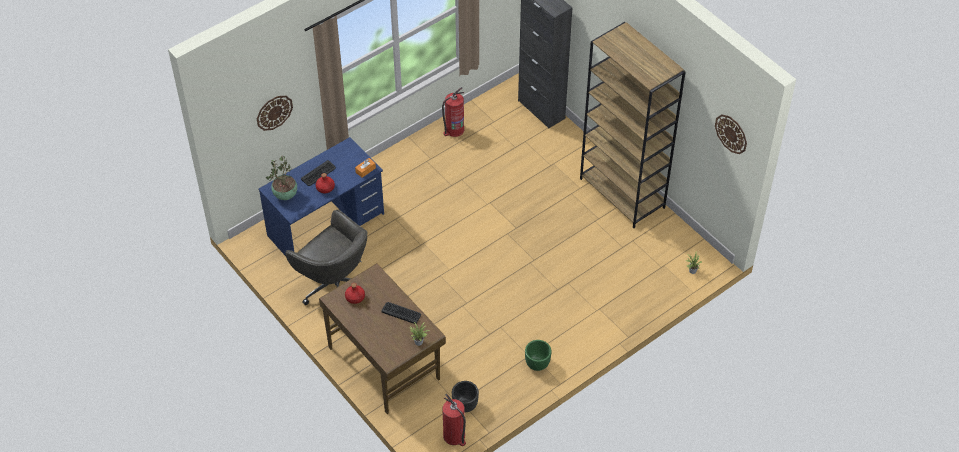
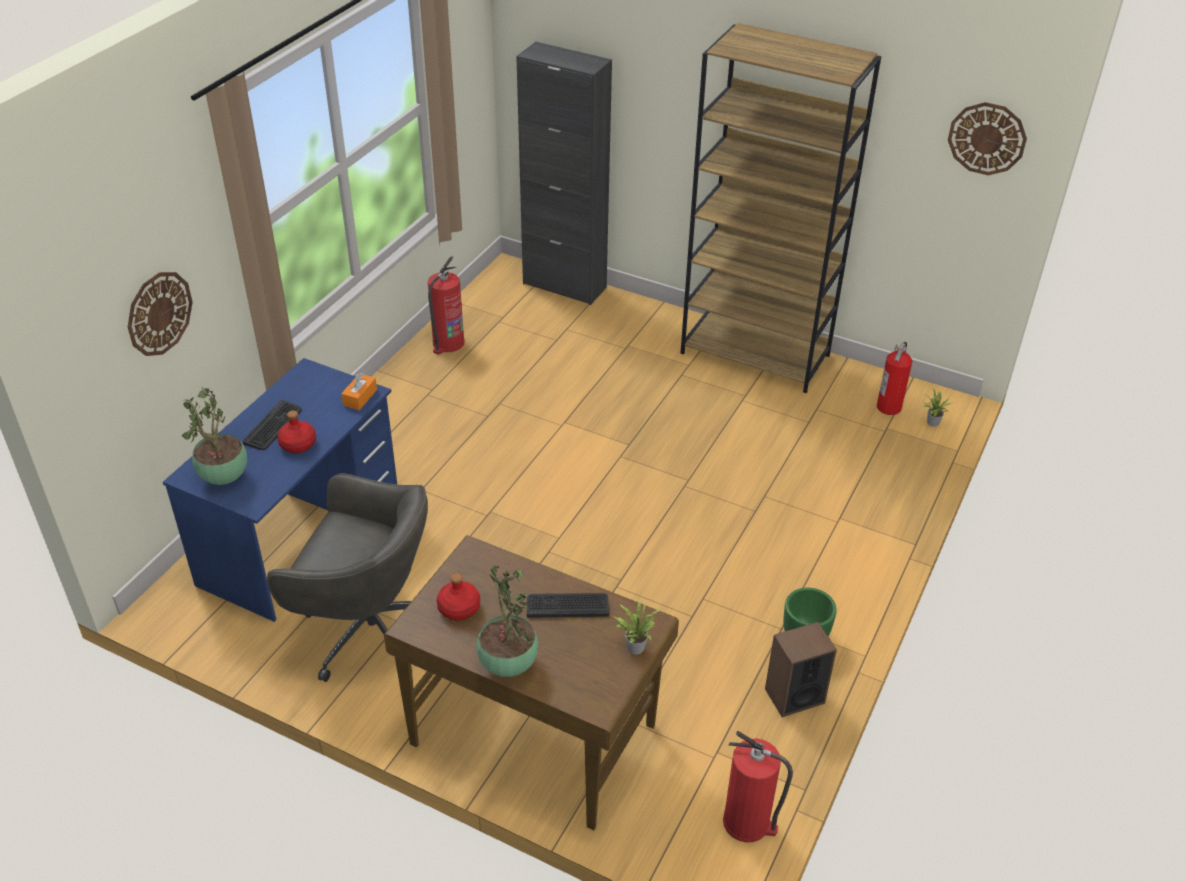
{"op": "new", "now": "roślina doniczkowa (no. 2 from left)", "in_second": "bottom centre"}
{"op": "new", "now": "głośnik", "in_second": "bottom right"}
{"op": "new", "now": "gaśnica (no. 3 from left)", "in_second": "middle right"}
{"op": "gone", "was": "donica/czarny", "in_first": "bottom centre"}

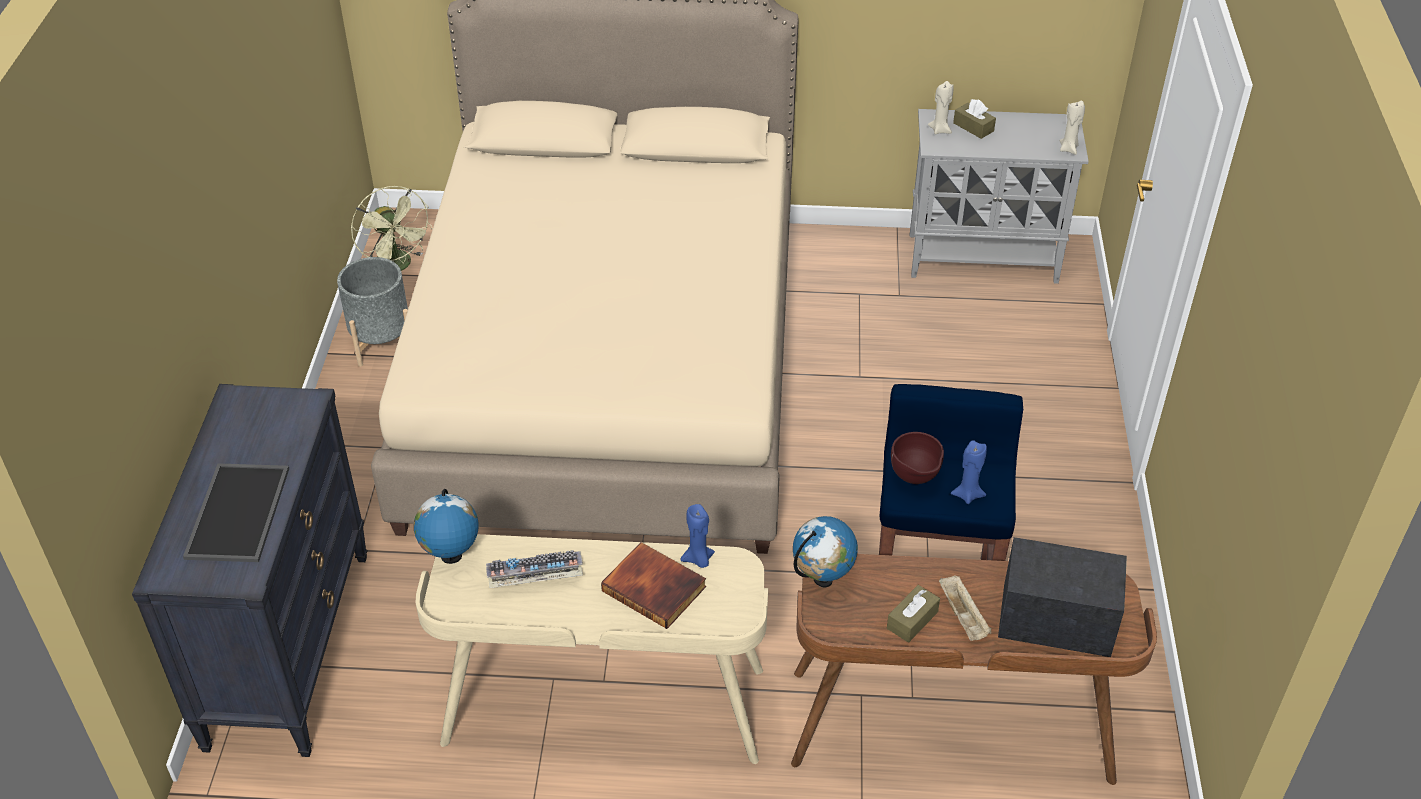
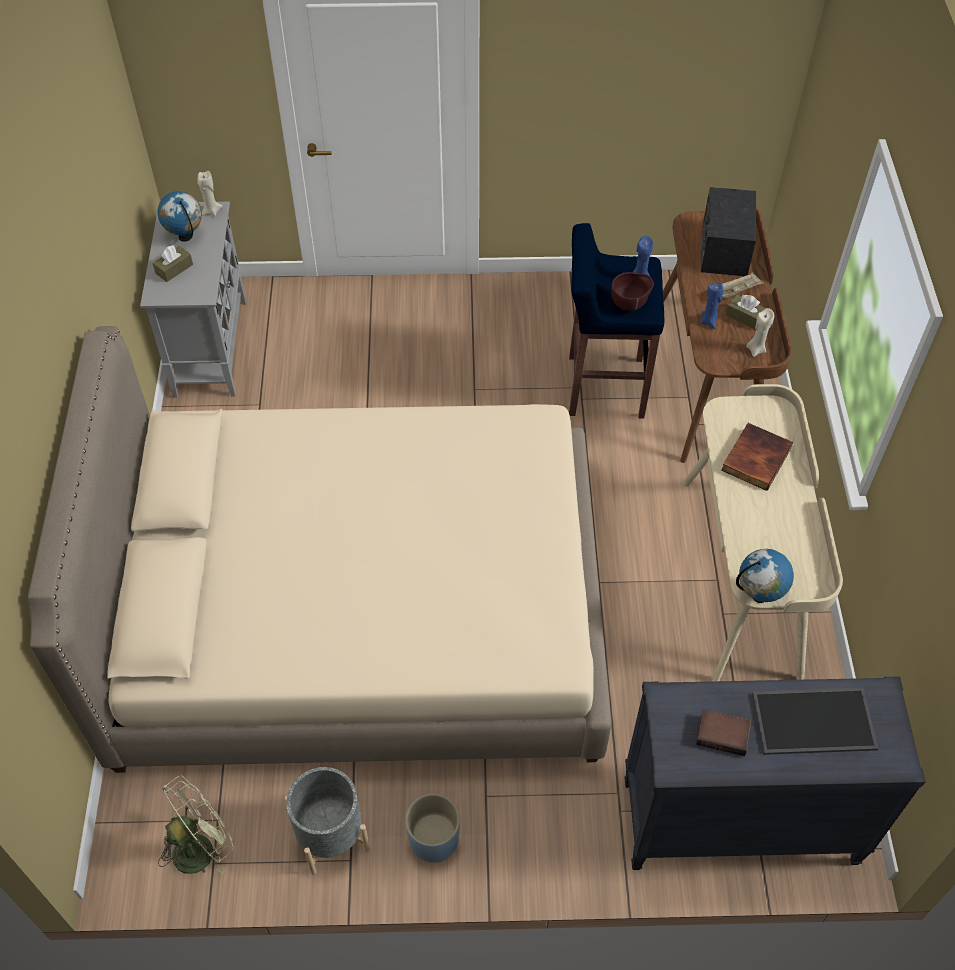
{"op": "shifted", "was": "globus (no. 2 from left in the first image)", "now": "globus (no. 1 from left)", "in_first": "bottom centre", "in_second": "top left"}
{"op": "new", "now": "donica/niebieski", "in_second": "bottom centre"}
{"op": "new", "now": "książka (no. 1 from left)", "in_second": "bottom right"}
{"op": "shifted", "was": "świeca/niebieski (no. 1 from left in the first image)", "now": "świeca/niebieski (no. 2 from left)", "in_first": "bottom centre", "in_second": "top right"}
{"op": "shifted", "was": "świeca/beżowy (no. 1 from left in the first image)", "now": "świeca/beżowy (no. 2 from left)", "in_first": "top centre", "in_second": "middle right"}
{"op": "gone", "was": "klawiatura", "in_first": "bottom centre"}

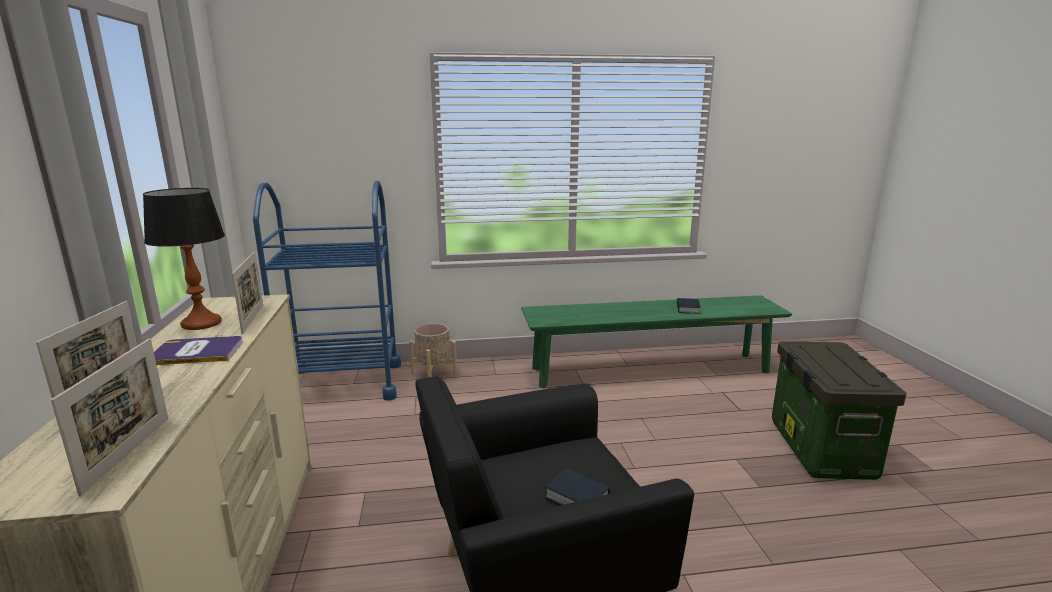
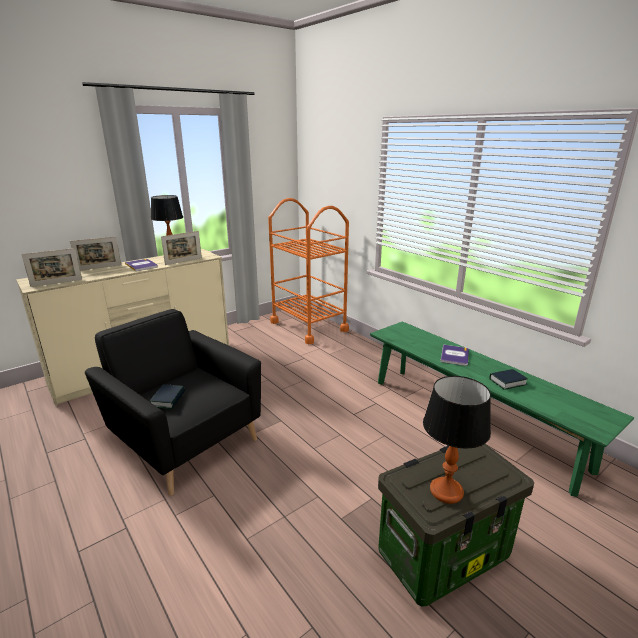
{"op": "repainted", "was": "wózek/niebieski", "now": "wózek/pomarańczowy", "in_first": "middle left", "in_second": "centre"}
{"op": "new", "now": "lampa stołowa (no. 2 from left)", "in_second": "bottom right"}
{"op": "new", "now": "książka (no. 3 from left)", "in_second": "middle right"}
{"op": "gone", "was": "donica/beżowy", "in_first": "centre"}

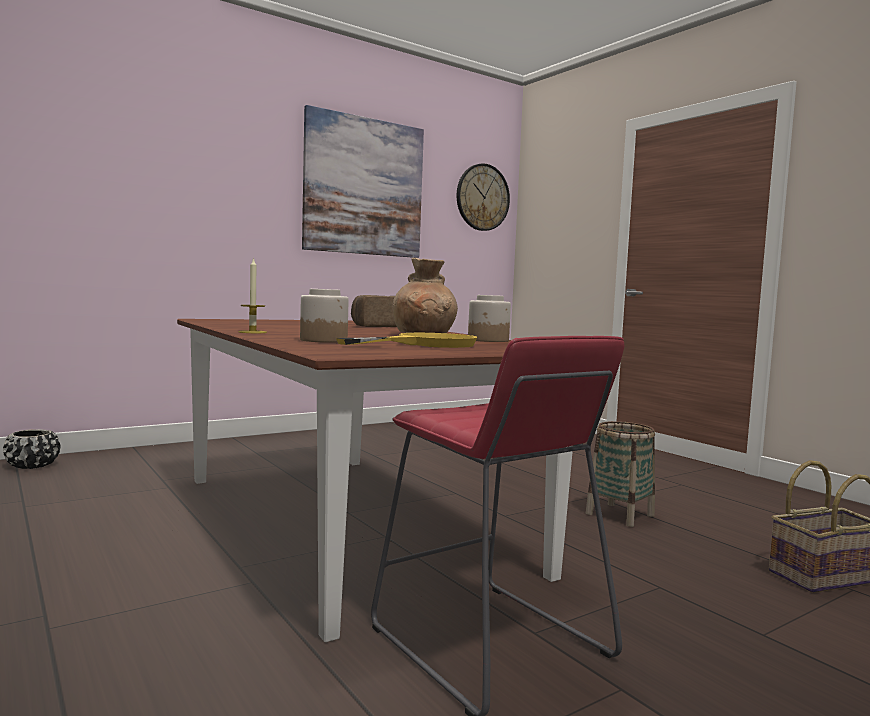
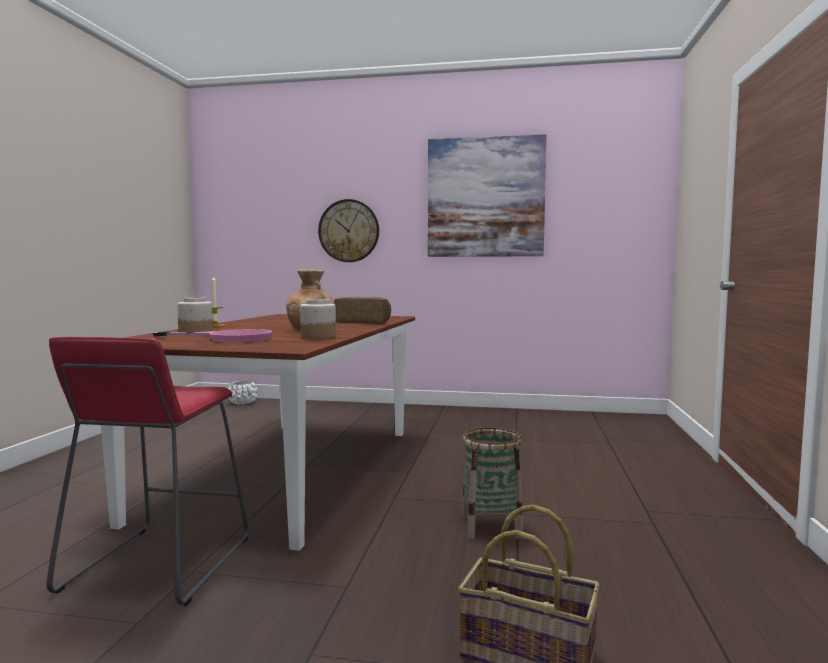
{"op": "repainted", "was": "patelnia/żółty", "now": "patelnia/różowy", "in_first": "centre", "in_second": "middle left"}
{"op": "repainted", "was": "donica/czarny", "now": "donica/biały", "in_first": "middle left", "in_second": "middle left"}
{"op": "shifted", "was": "zegar ścienny", "in_first": "top centre", "in_second": "centre"}

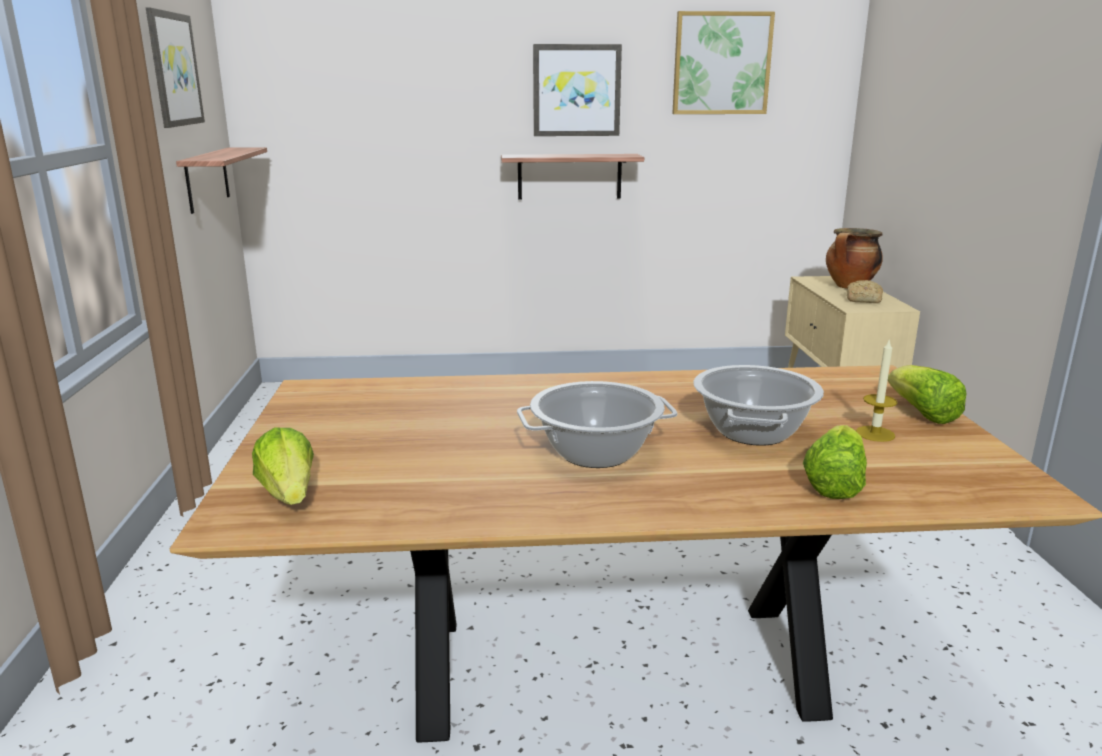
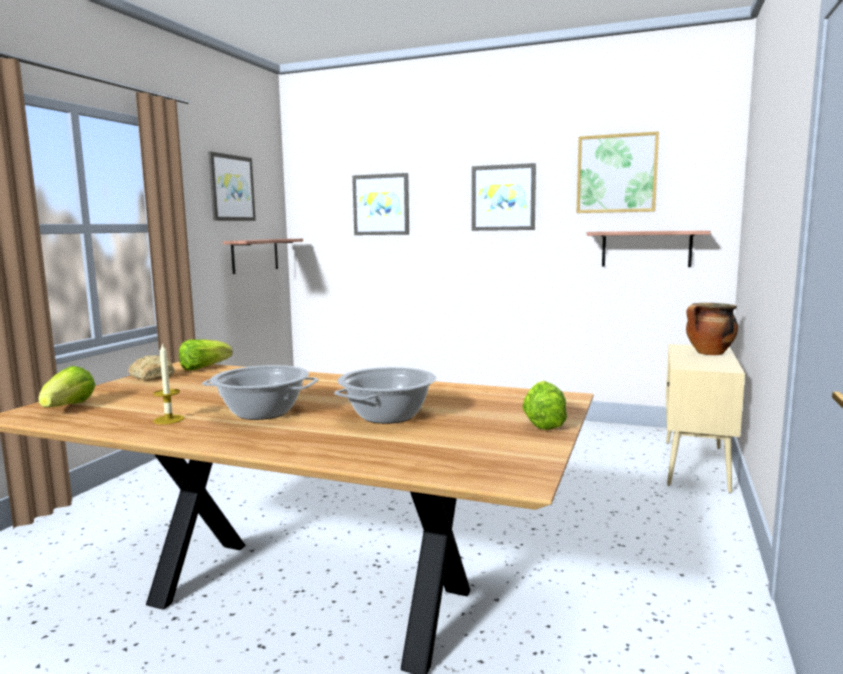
{"op": "shifted", "was": "chleb", "in_first": "middle right", "in_second": "middle left"}
{"op": "shifted", "was": "świeca", "in_first": "middle right", "in_second": "middle left"}
{"op": "shifted", "was": "sałata (no. 2 from left)", "in_first": "middle right", "in_second": "middle left"}
{"op": "new", "now": "obraz (no. 2 from left)", "in_second": "top centre"}
{"op": "shifted", "was": "półka (no. 2 from left)", "in_first": "top centre", "in_second": "middle right"}

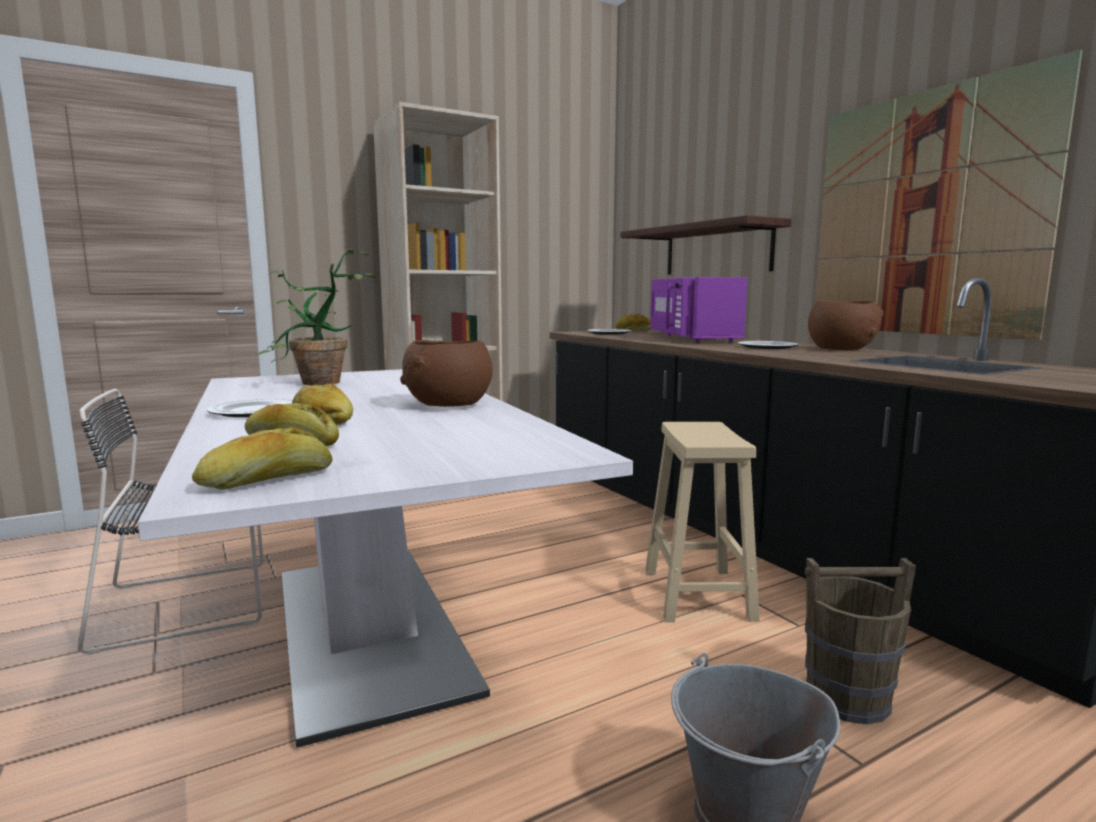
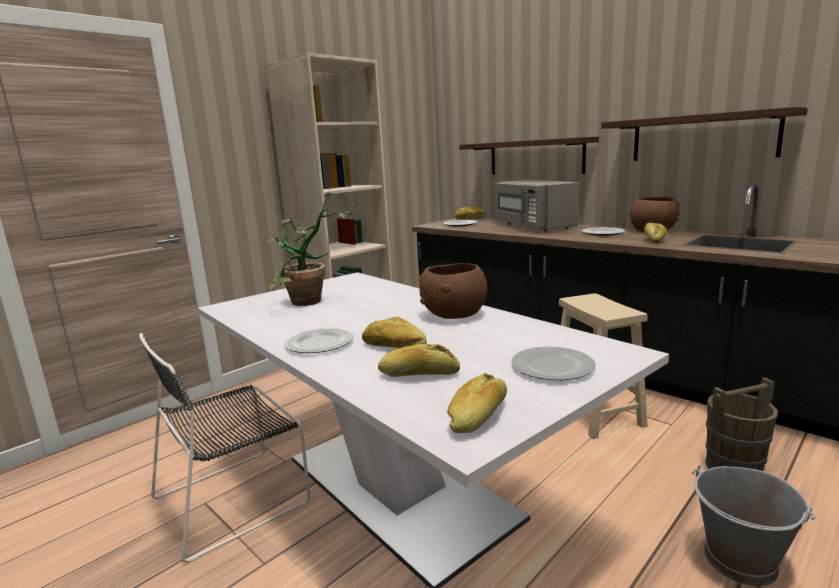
{"op": "repainted", "was": "mikrofalówka/fioletowy", "now": "mikrofalówka/szary", "in_first": "centre", "in_second": "centre"}
{"op": "new", "now": "talerz (no. 3 from left)", "in_second": "centre"}
{"op": "swapped", "was": "obraz", "now": "półka (no. 2 from left)", "in_first": "top right", "in_second": "top right"}
{"op": "new", "now": "chleb (no. 5 from left)", "in_second": "middle right"}

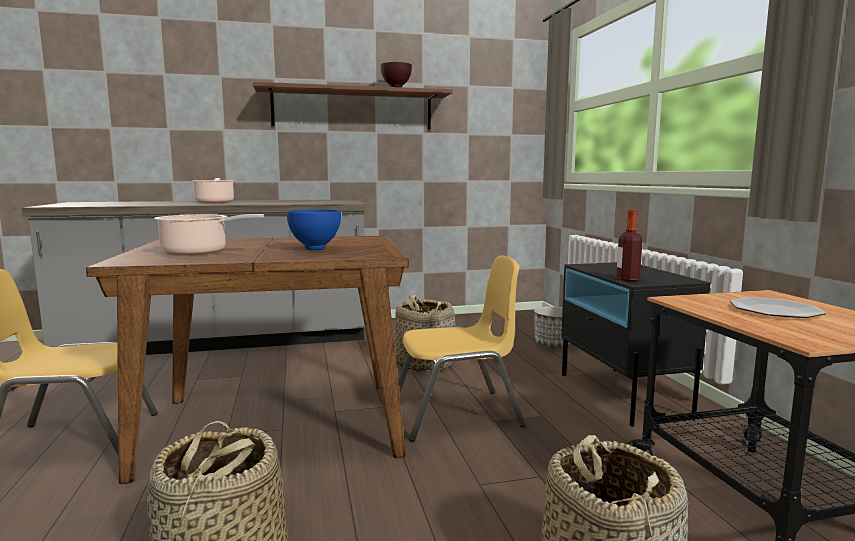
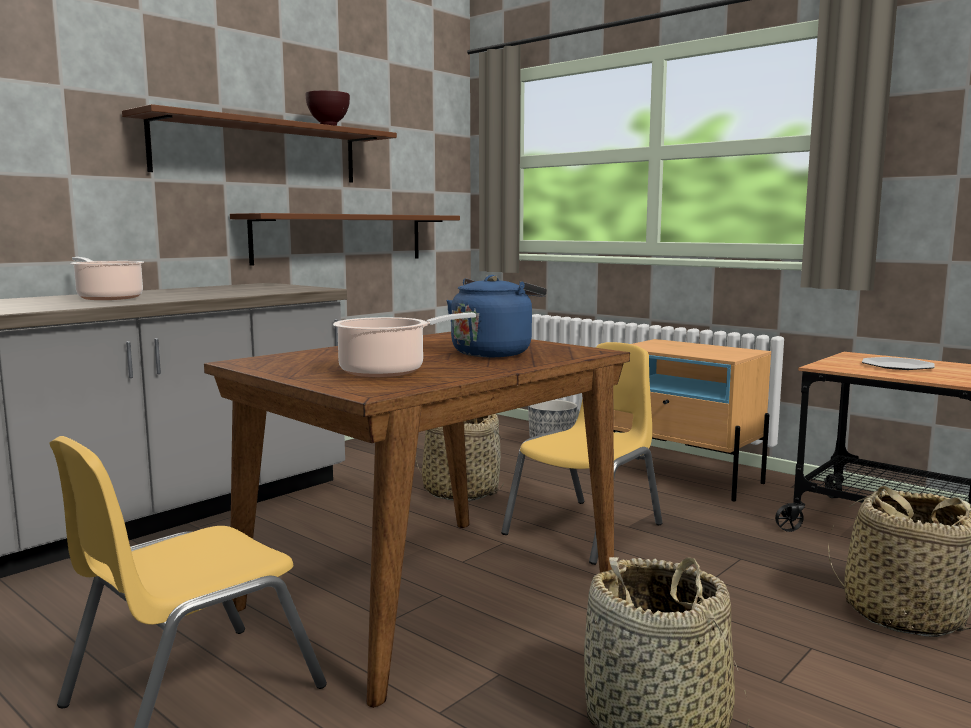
{"op": "new", "now": "półka/brązowy (no. 2 from left)", "in_second": "top centre"}
{"op": "swapped", "was": "miska/niebieski", "now": "czajnik/niebieski", "in_first": "centre", "in_second": "centre"}
{"op": "repainted", "was": "szafka nocna/czarny", "now": "szafka nocna/beżowy", "in_first": "middle right", "in_second": "middle right"}
{"op": "gone", "was": "butelka", "in_first": "middle right"}

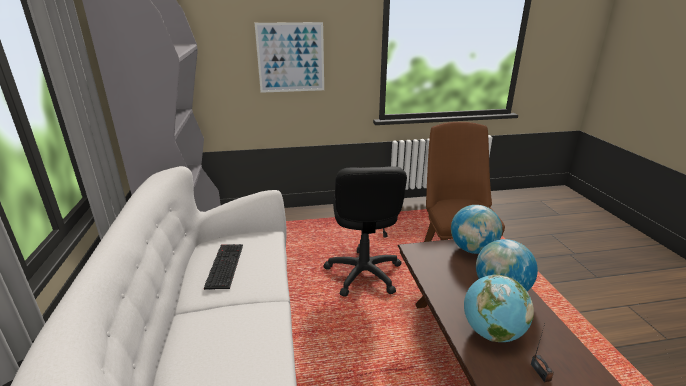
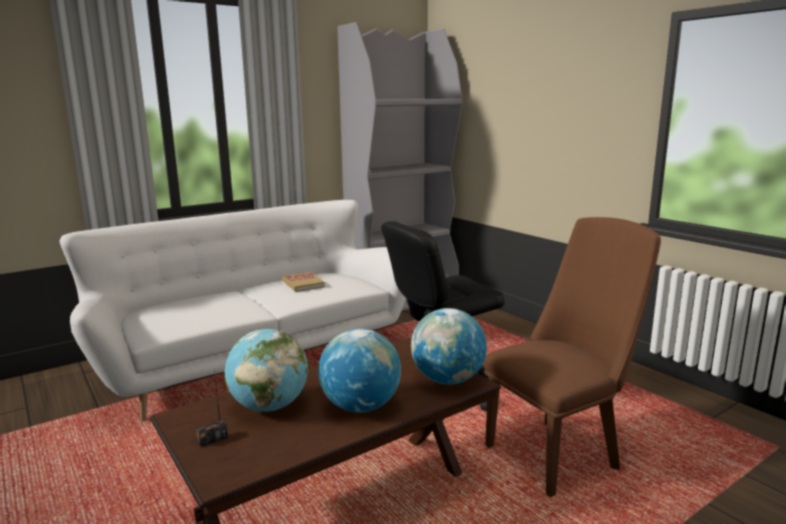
{"op": "swapped", "was": "klawiatura", "now": "książka", "in_first": "bottom left", "in_second": "centre"}
{"op": "gone", "was": "obraz", "in_first": "top centre"}

